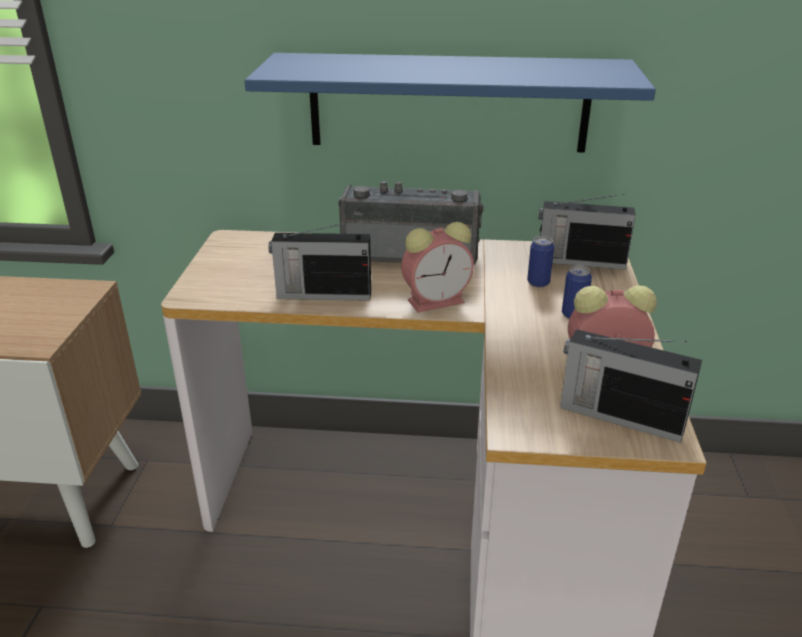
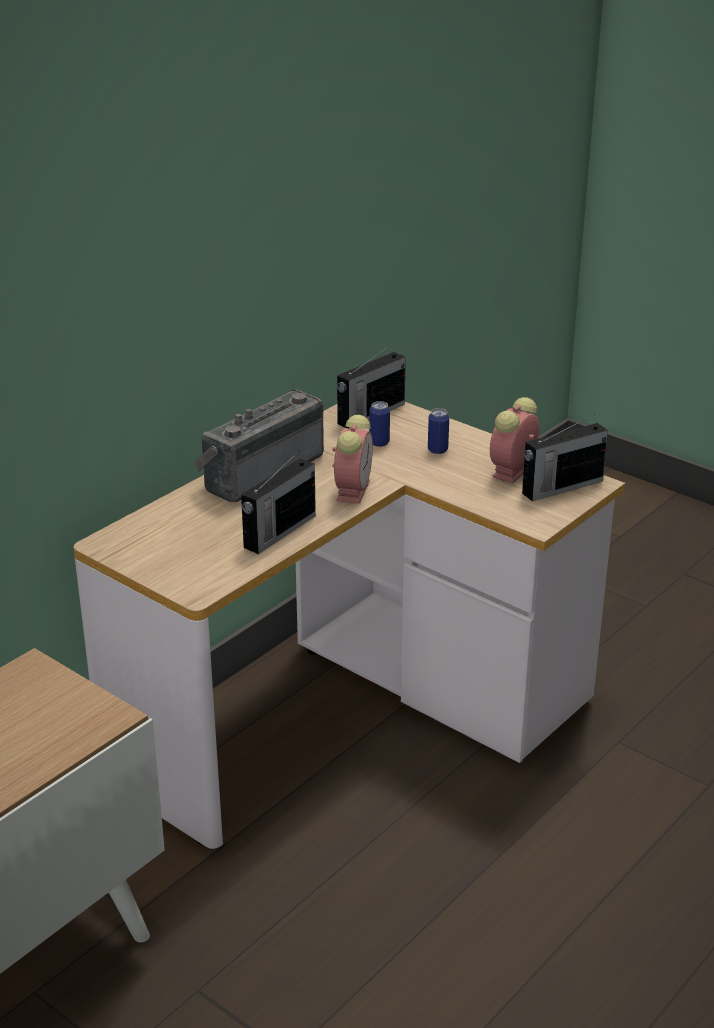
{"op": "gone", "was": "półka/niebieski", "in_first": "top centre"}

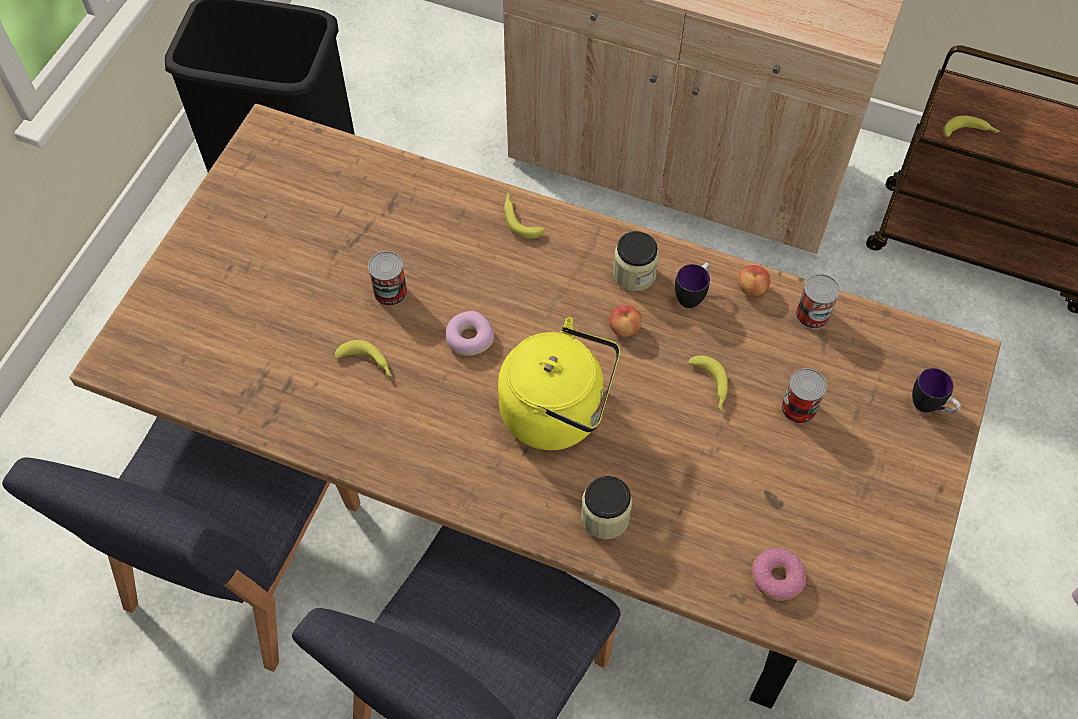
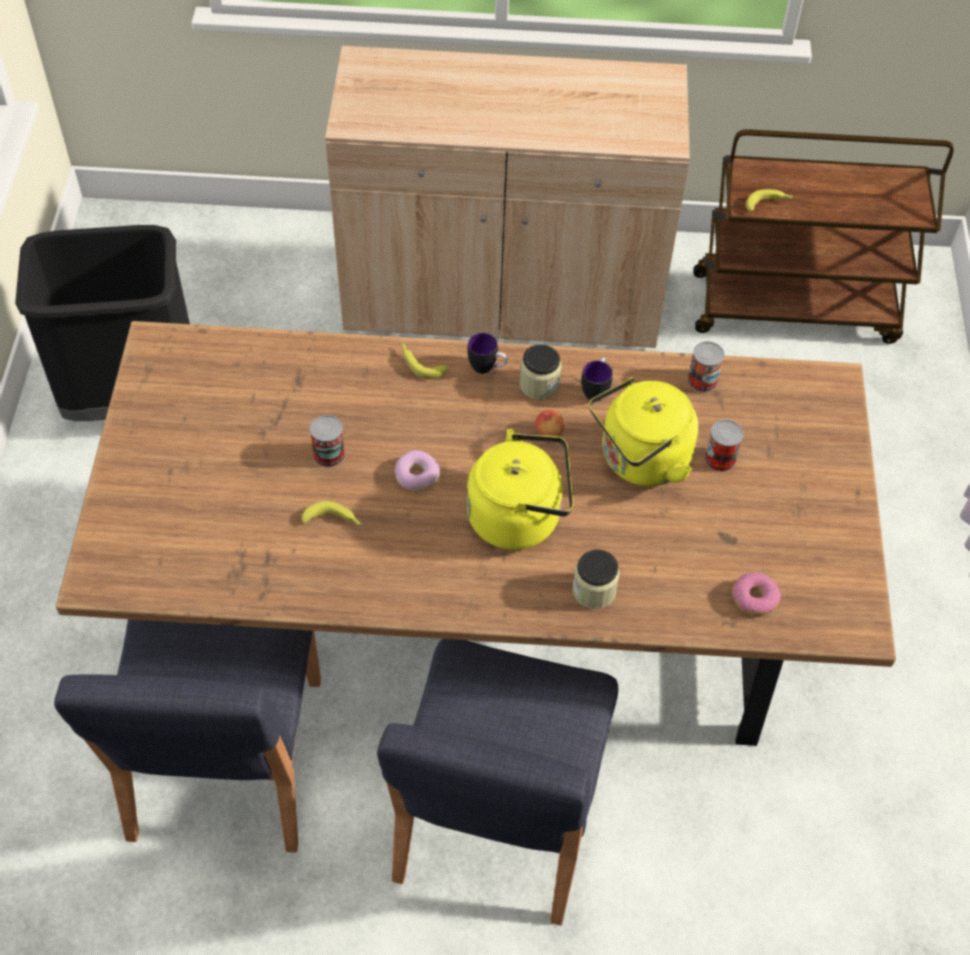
{"op": "shifted", "was": "kubek (no. 2 from left in the first image)", "now": "kubek (no. 1 from left)", "in_first": "middle right", "in_second": "centre"}
{"op": "swapped", "was": "banan (no. 3 from left)", "now": "czajnik/żółty (no. 2 from left)", "in_first": "centre", "in_second": "centre"}
{"op": "gone", "was": "jabłko (no. 2 from left)", "in_first": "middle right"}

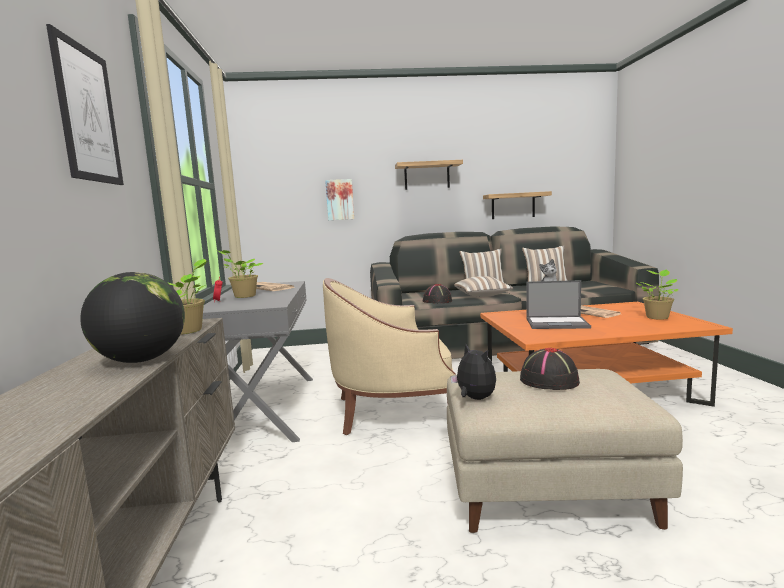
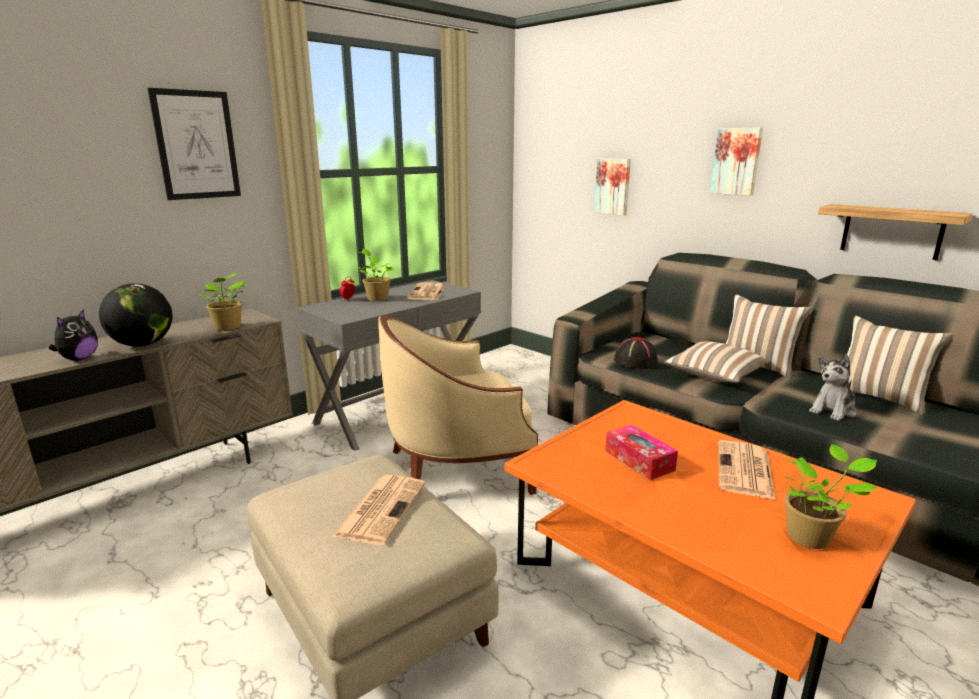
{"op": "shifted", "was": "pluszak (no. 1 from left)", "in_first": "centre", "in_second": "middle left"}
{"op": "swapped", "was": "kapelusz/czarny (no. 2 from left)", "now": "gazeta (no. 1 from left)", "in_first": "middle right", "in_second": "bottom centre"}
{"op": "rotated", "was": "fotel/beżowy", "in_first": "centre", "in_second": "centre", "clockwise": -60}
{"op": "swapped", "was": "laptop", "now": "pudełko chusteczek", "in_first": "middle right", "in_second": "centre"}
{"op": "swapped", "was": "półka (no. 1 from left)", "now": "obraz (no. 3 from left)", "in_first": "top centre", "in_second": "top right"}

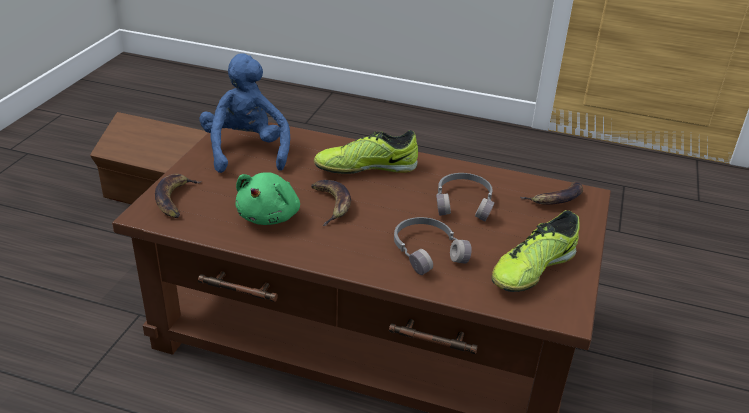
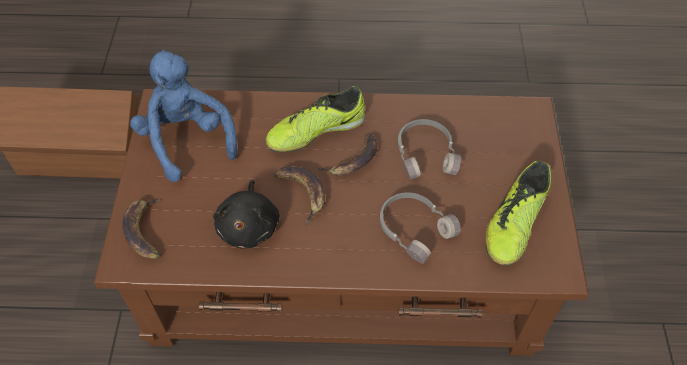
{"op": "repainted", "was": "pluszak/zielony", "now": "pluszak/czarny", "in_first": "centre", "in_second": "centre"}
{"op": "shifted", "was": "banan (no. 3 from left)", "in_first": "middle right", "in_second": "centre"}

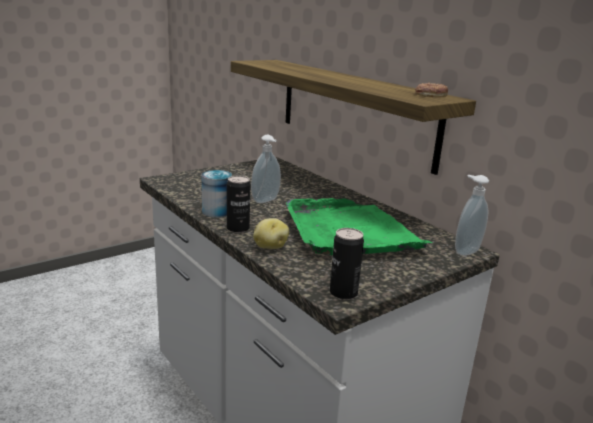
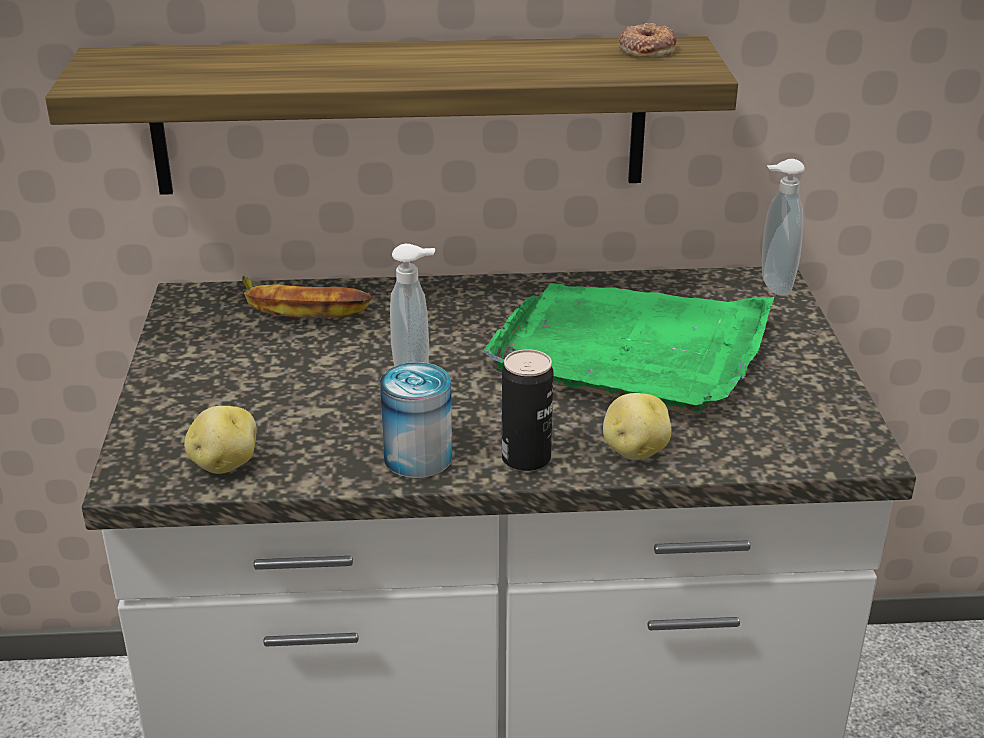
{"op": "new", "now": "ziemniak (no. 1 from left)", "in_second": "middle left"}
{"op": "new", "now": "banan", "in_second": "middle left"}
{"op": "gone", "was": "puszka (no. 3 from left)", "in_first": "centre"}

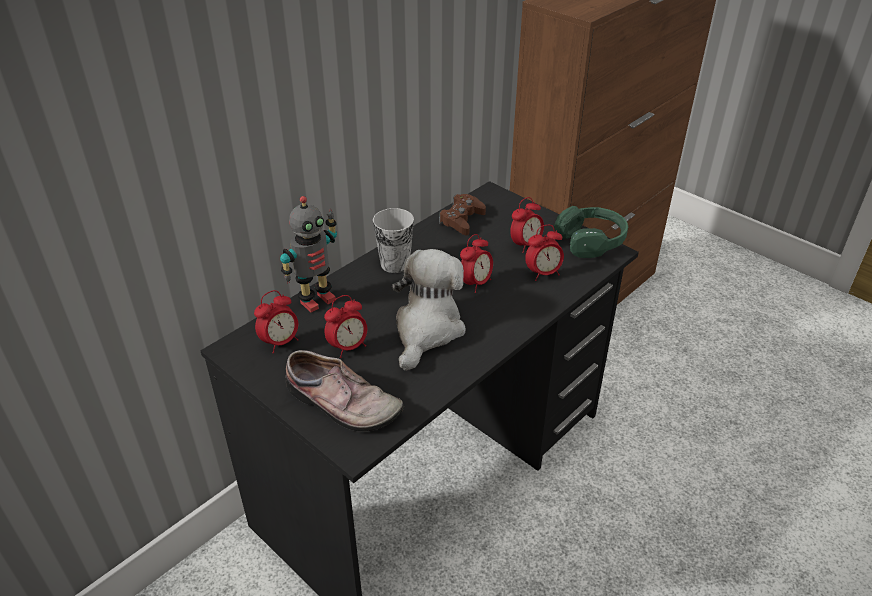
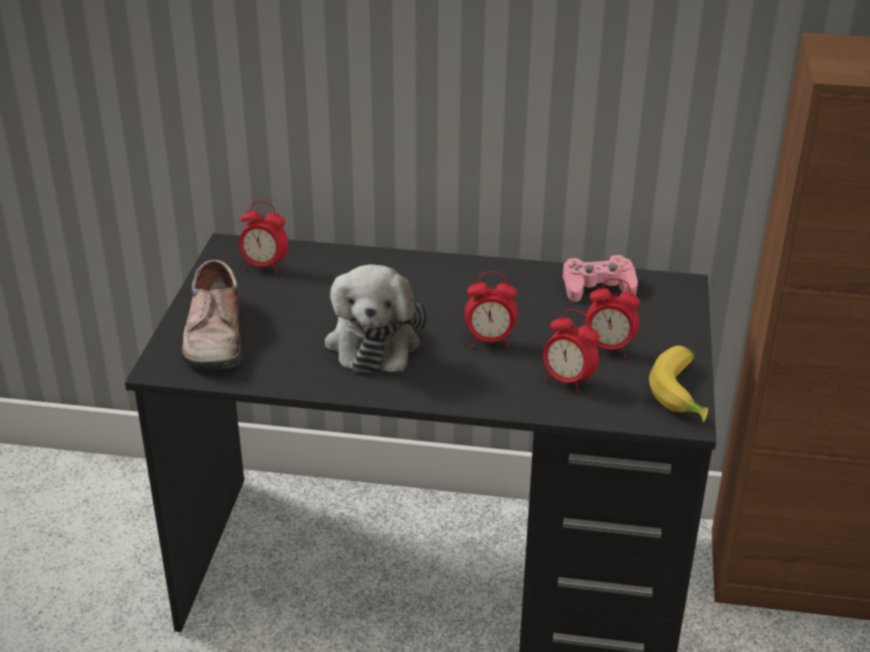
{"op": "rotated", "was": "pluszak", "in_first": "centre", "in_second": "centre", "clockwise": 105}
{"op": "repainted", "was": "pad do gier/brązowy", "now": "pad do gier/różowy", "in_first": "centre", "in_second": "middle right"}
{"op": "swapped", "was": "słuchawki/zielony", "now": "banan", "in_first": "middle right", "in_second": "middle right"}
{"op": "gone", "was": "robot zabawkowy", "in_first": "centre"}
{"op": "gone", "was": "budzik (no. 2 from left)", "in_first": "centre"}
{"op": "gone", "was": "filiżanka", "in_first": "centre"}

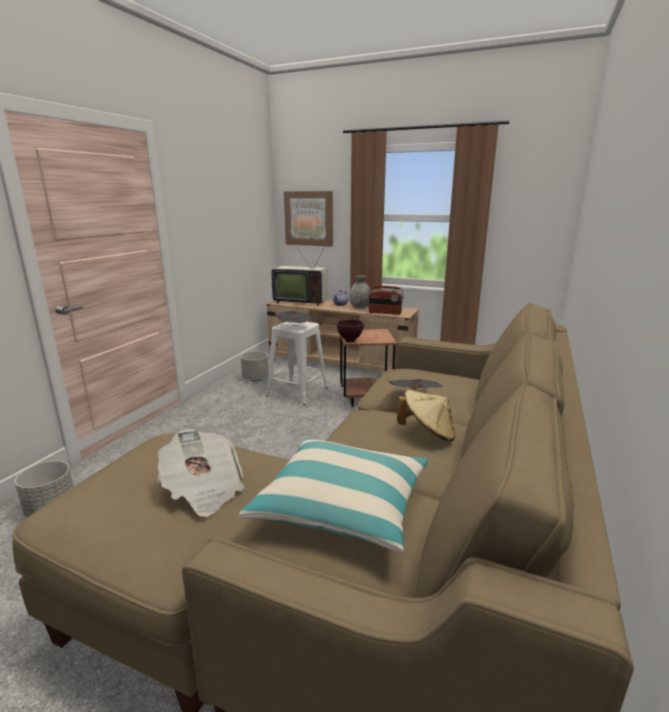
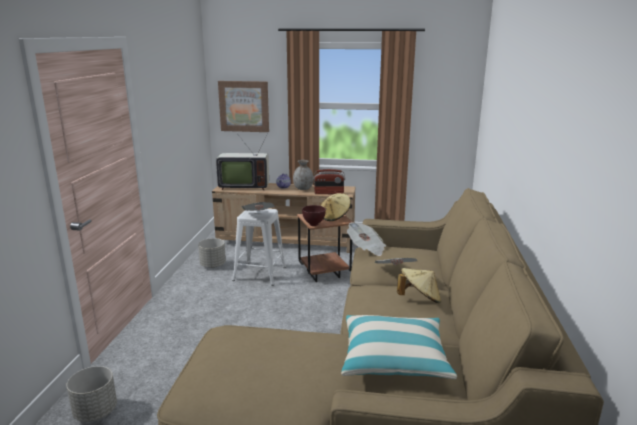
{"op": "new", "now": "kapelusz/beżowy (no. 1 from left)", "in_second": "centre"}
{"op": "shifted", "was": "gazeta (no. 1 from left in the first image)", "now": "gazeta (no. 2 from left)", "in_first": "middle left", "in_second": "centre"}

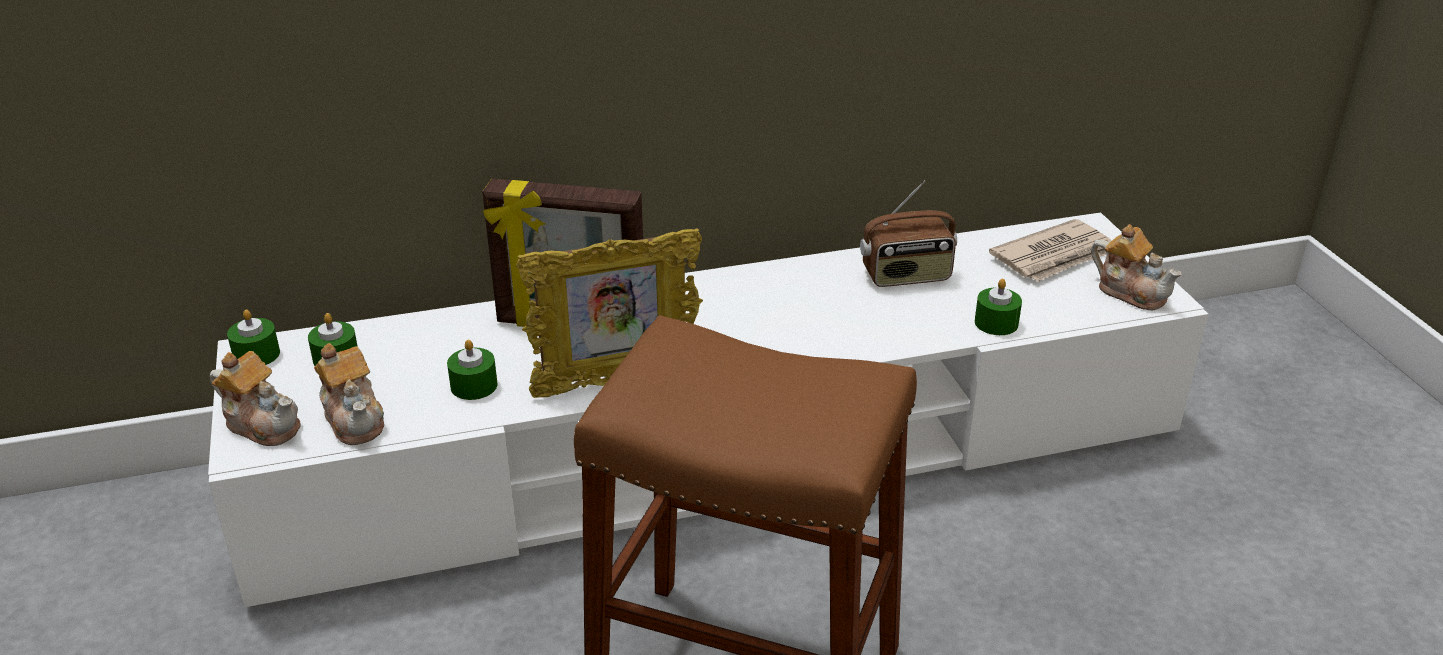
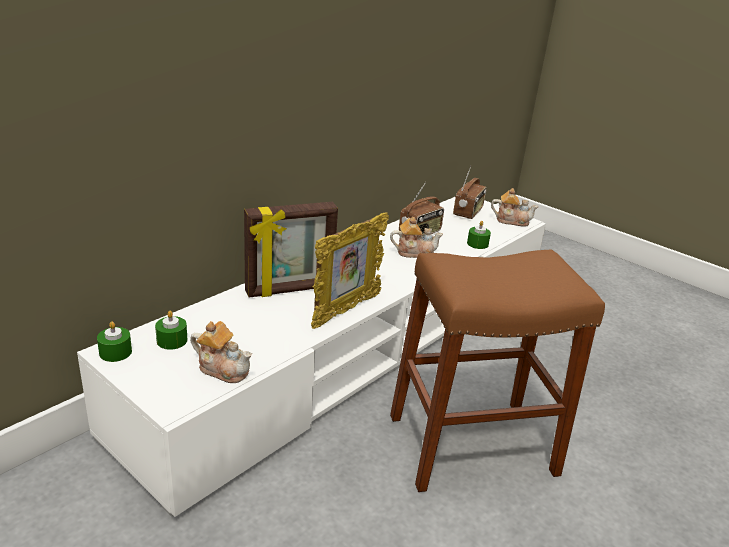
{"op": "shifted", "was": "imbryk (no. 1 from left in the first image)", "now": "imbryk (no. 2 from left)", "in_first": "middle left", "in_second": "centre"}
{"op": "swapped", "was": "gazeta", "now": "radio (no. 2 from left)", "in_first": "middle right", "in_second": "centre"}
{"op": "gone", "was": "świeca/zielony (no. 3 from left)", "in_first": "middle left"}

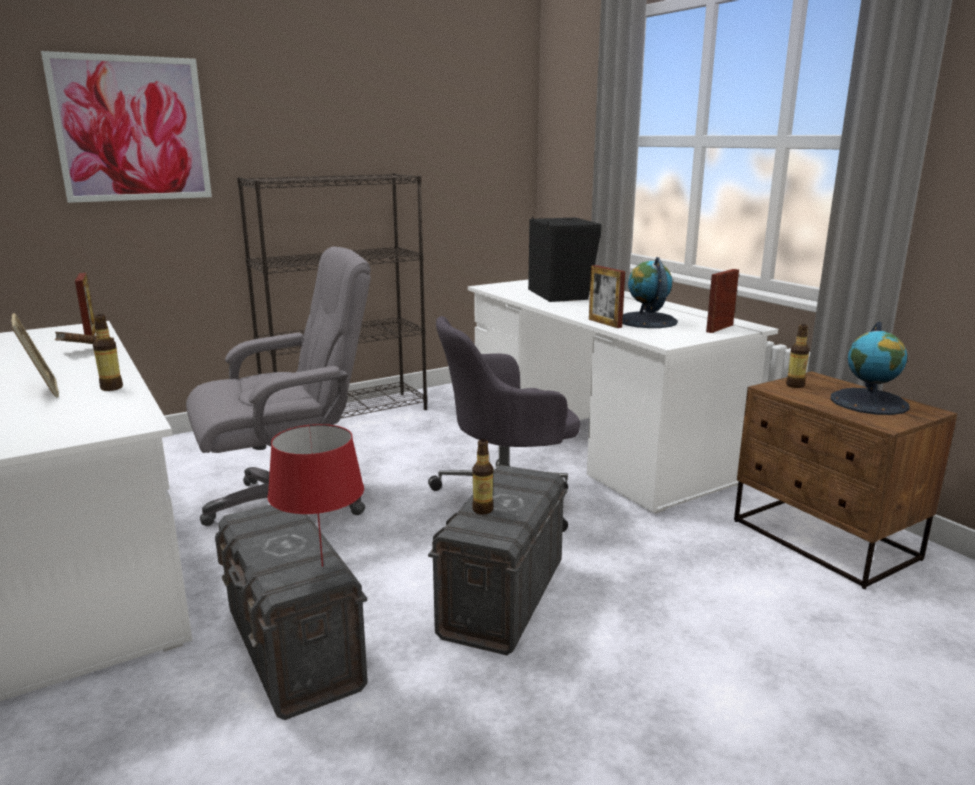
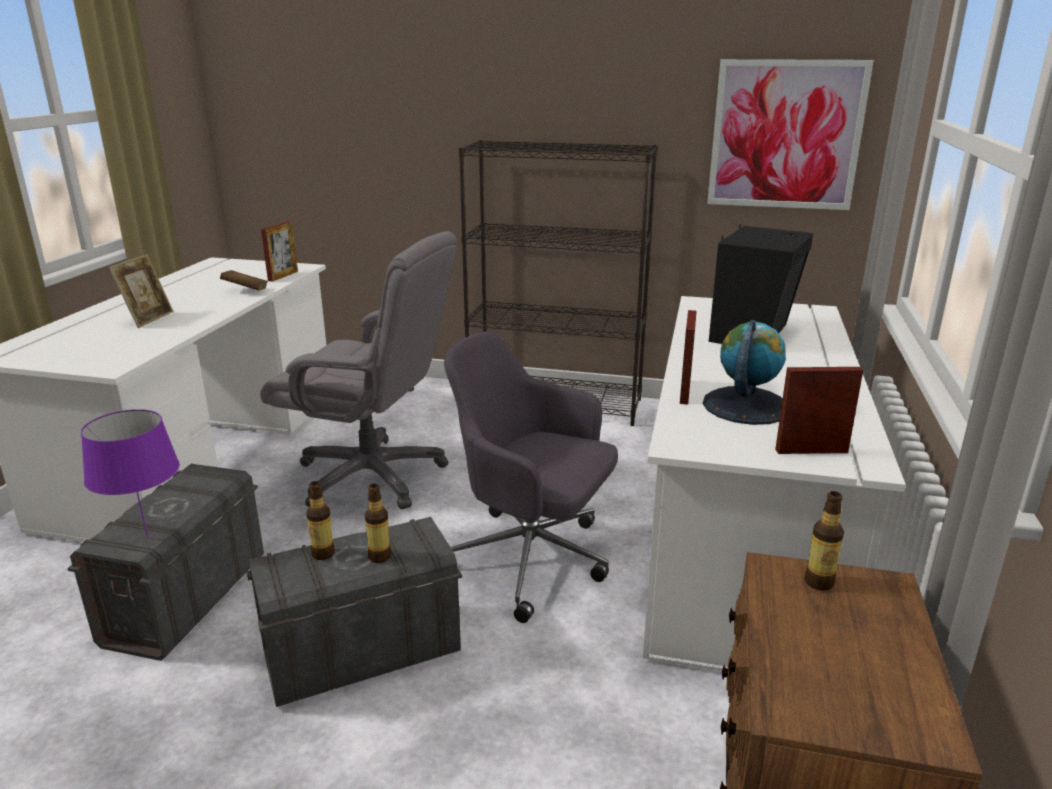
{"op": "repainted", "was": "lampa stołowa/czerwony", "now": "lampa stołowa/fioletowy", "in_first": "middle left", "in_second": "middle left"}
{"op": "shifted", "was": "butelka (no. 1 from left in the first image)", "now": "butelka (no. 2 from left)", "in_first": "middle left", "in_second": "centre"}
{"op": "shifted", "was": "obraz", "in_first": "top left", "in_second": "top right"}
{"op": "gone", "was": "globus (no. 2 from left)", "in_first": "middle right"}

